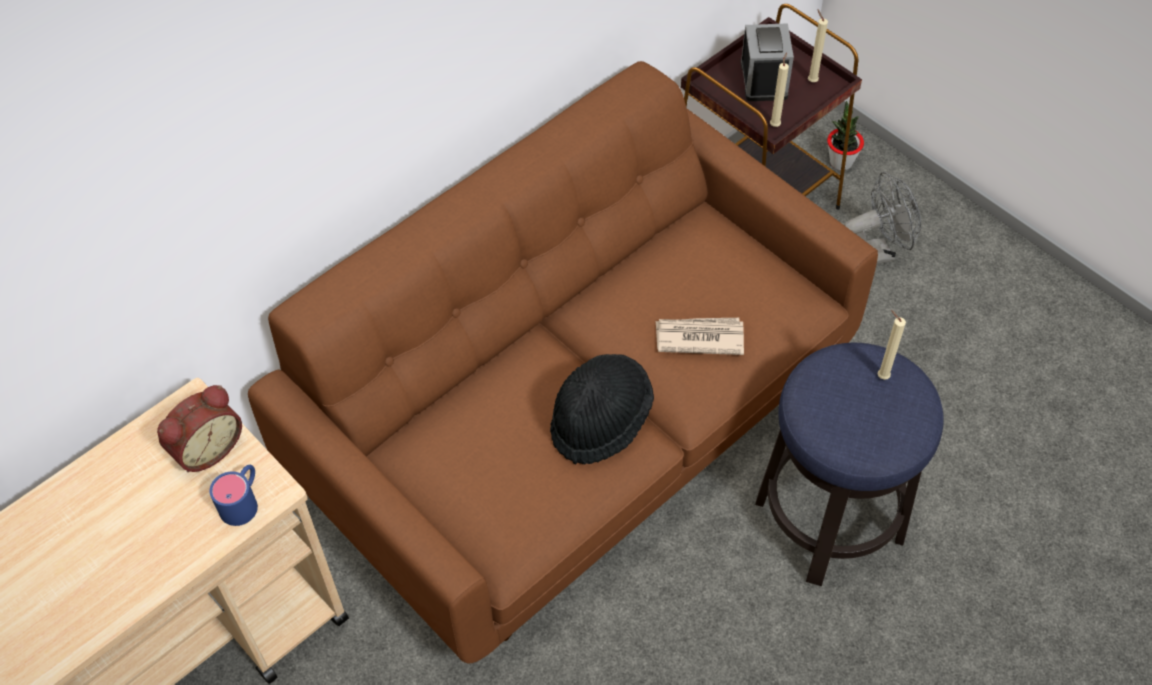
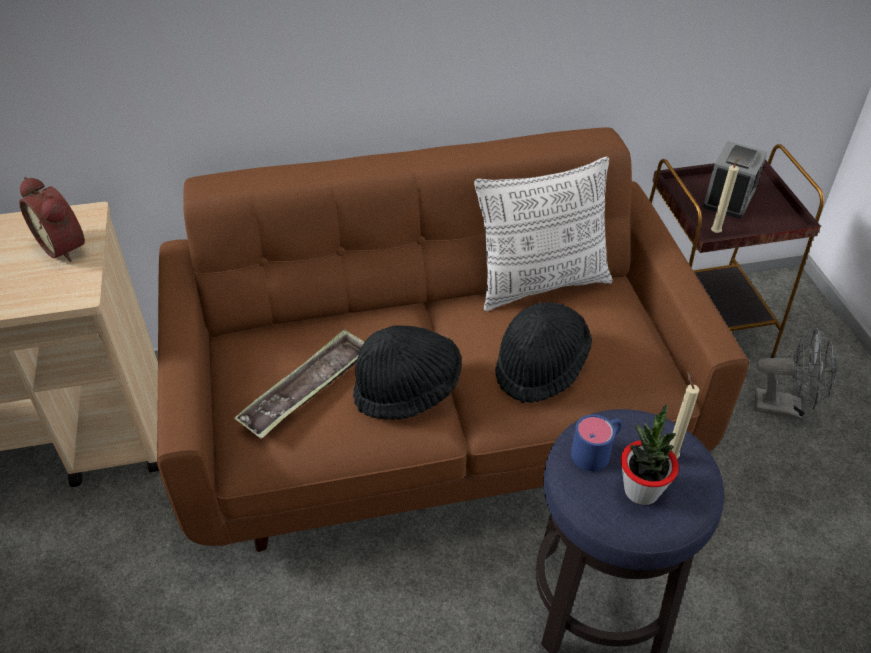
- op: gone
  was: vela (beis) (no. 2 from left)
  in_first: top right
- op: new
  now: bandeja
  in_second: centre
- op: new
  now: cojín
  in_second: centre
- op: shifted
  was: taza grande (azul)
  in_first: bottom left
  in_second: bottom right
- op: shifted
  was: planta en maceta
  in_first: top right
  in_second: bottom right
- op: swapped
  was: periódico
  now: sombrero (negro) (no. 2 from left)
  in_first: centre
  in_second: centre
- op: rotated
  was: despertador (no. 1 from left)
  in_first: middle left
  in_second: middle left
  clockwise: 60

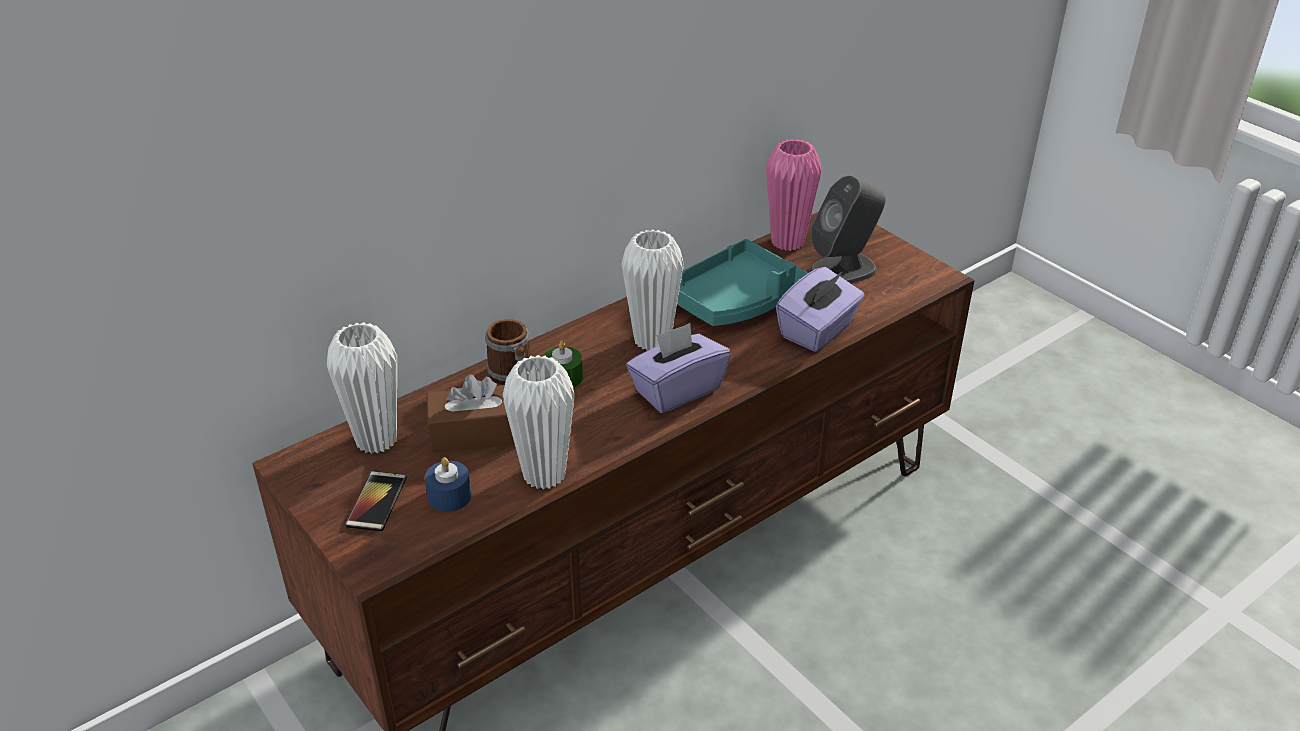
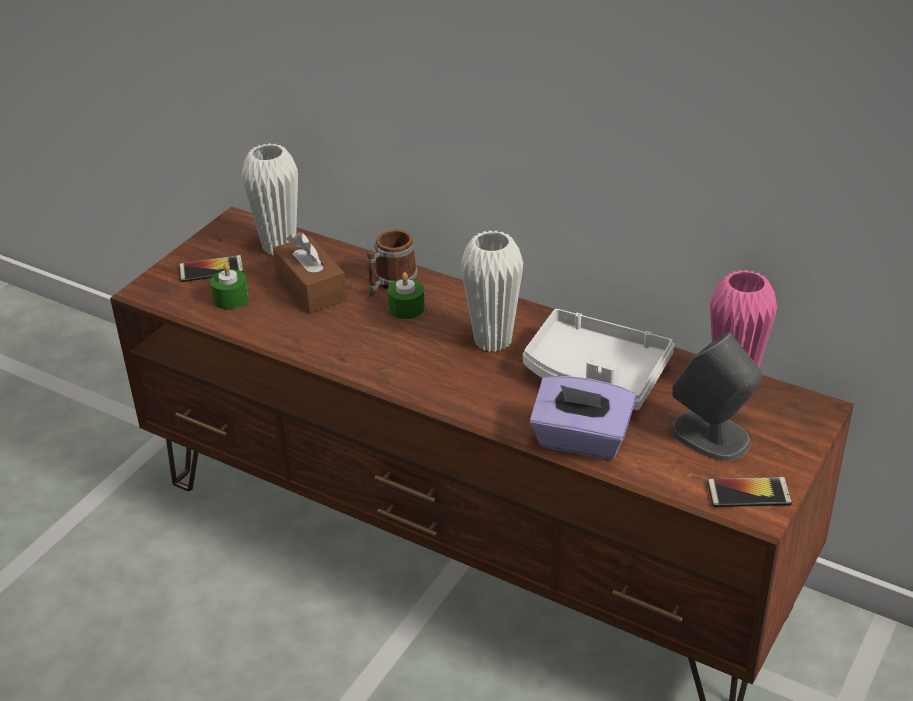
- op: gone
  was: florero (blanco) (no. 2 from left)
  in_first: centre
- op: gone
  was: caja de pañuelos (morado) (no. 1 from left)
  in_first: centre
- op: new
  now: móvil (no. 2 from left)
  in_second: bottom right
- op: repainted
  was: vela (azul)
  now: vela (verde) (no. 1 from left)
  in_first: centre
  in_second: middle left
- op: repainted
  was: bandeja (turquesa)
  now: bandeja (blanco)
  in_first: centre
  in_second: centre

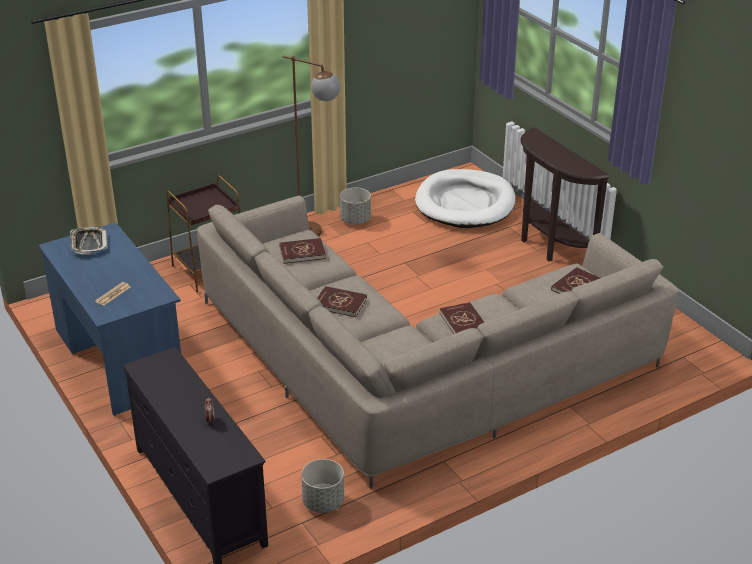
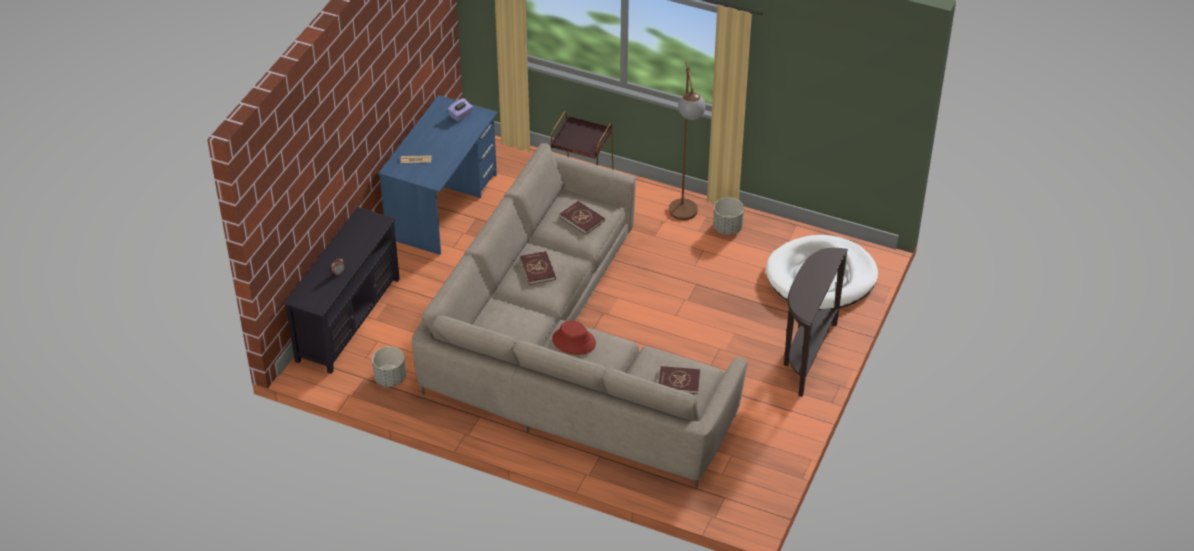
- op: swapped
  was: bandeja
  now: caja de pañuelos (morado)
  in_first: middle left
  in_second: top centre
- op: swapped
  was: libro (rojo) (no. 3 from left)
  now: sombrero (rojo)
  in_first: centre
  in_second: centre

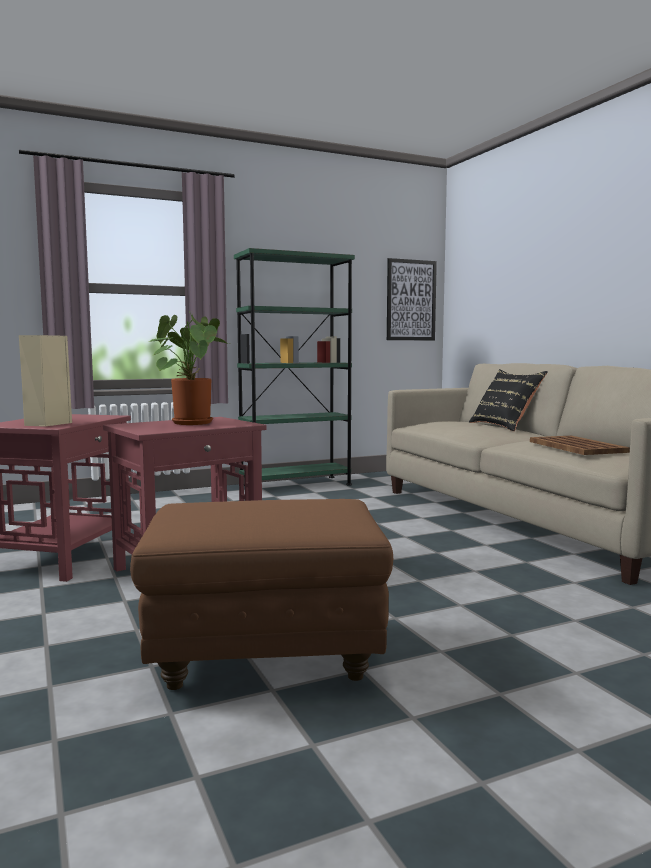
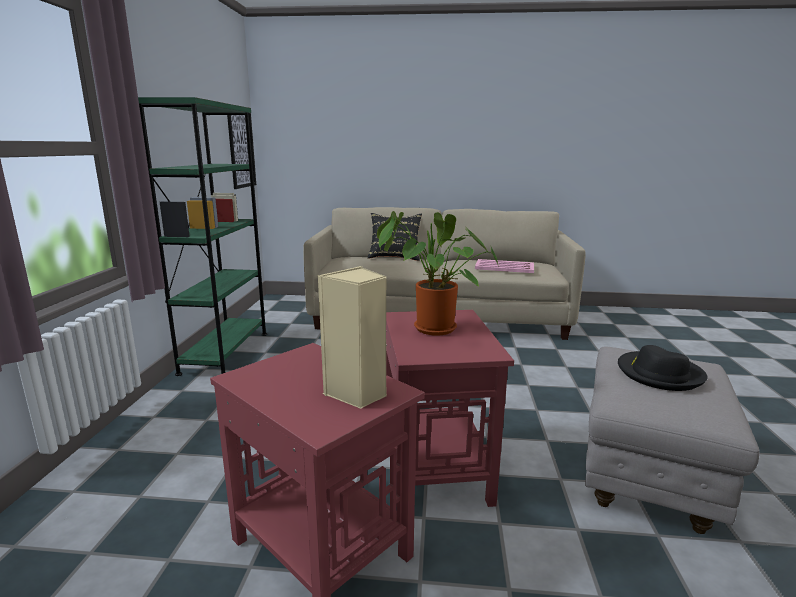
- op: new
  now: sombrero (negro)
  in_second: middle right
- op: repainted
  was: puf (marrón)
  now: puf (gris)
  in_first: bottom centre
  in_second: bottom right
- op: repainted
  was: bandeja (marrón)
  now: bandeja (rosa)
  in_first: middle right
  in_second: centre

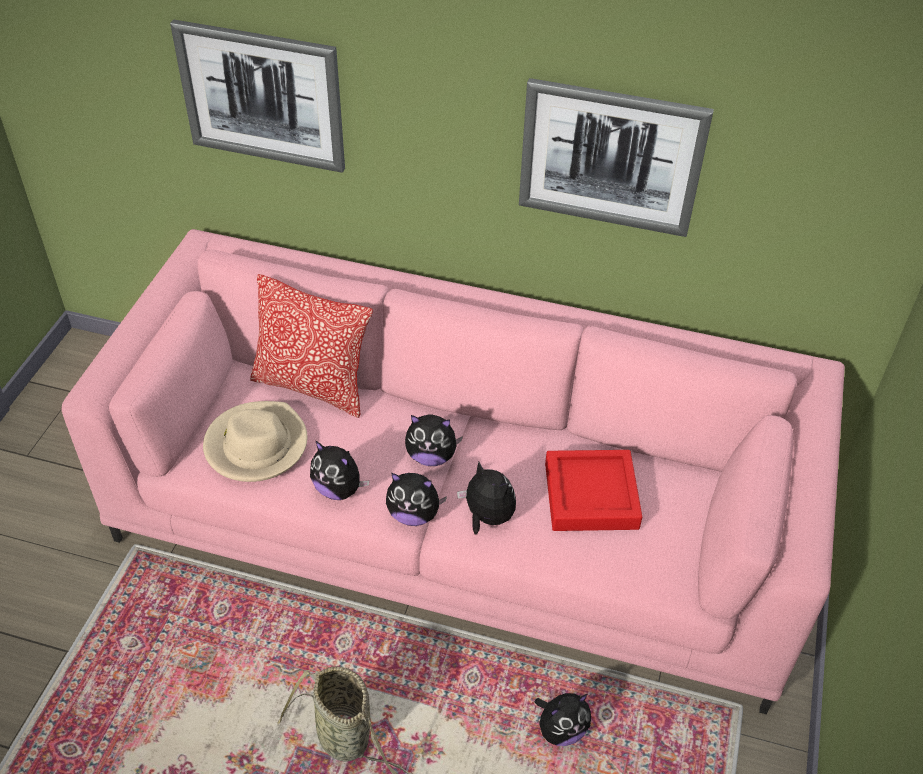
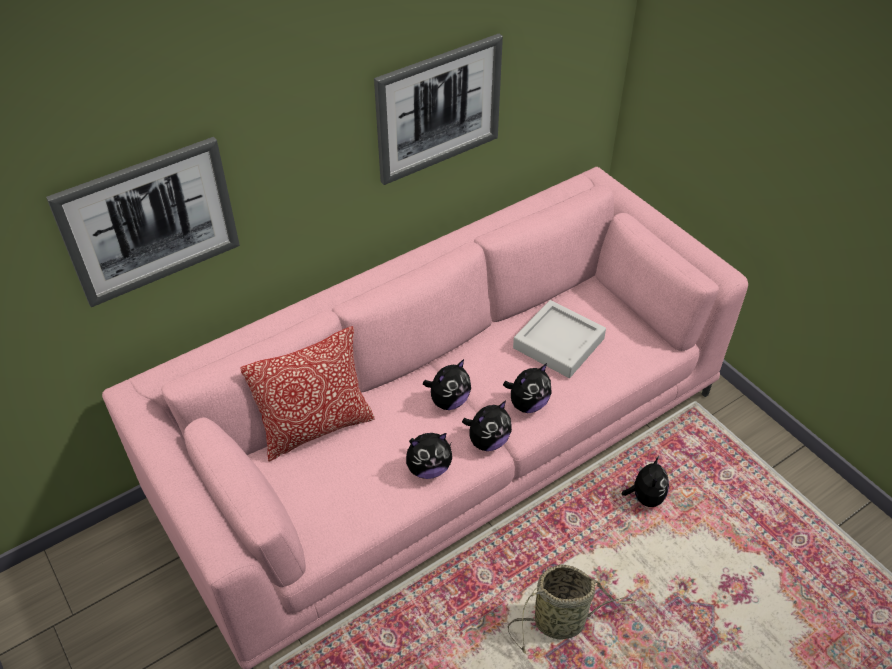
- op: gone
  was: sombrero (beis)
  in_first: middle left
- op: repainted
  was: bandeja (rojo)
  now: bandeja (gris)
  in_first: centre
  in_second: centre
- op: rotated
  was: peluche (no. 4 from left)
  in_first: centre
  in_second: centre
  clockwise: 150

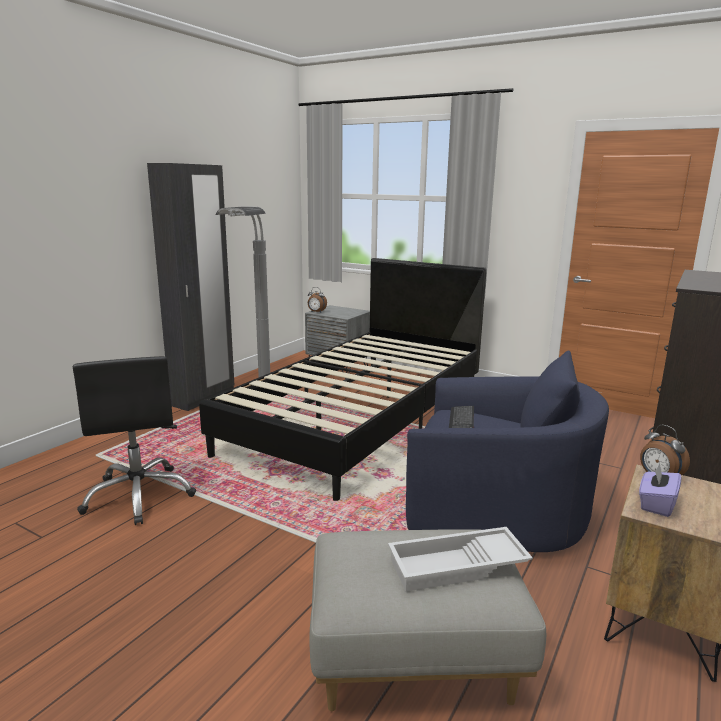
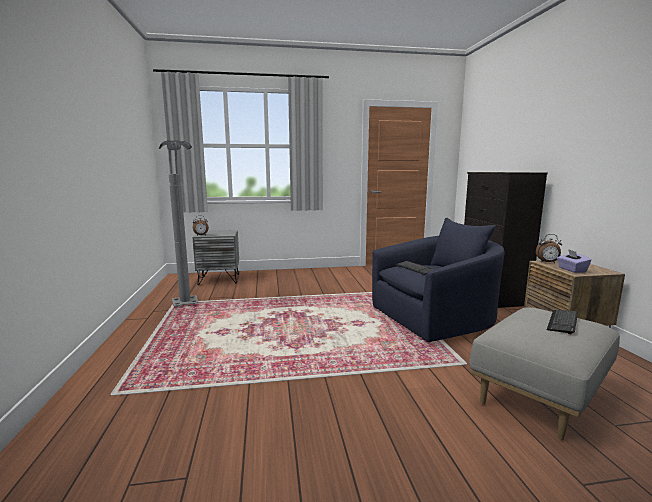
- op: gone
  was: silla de oficina (negro)
  in_first: middle left
- op: gone
  was: armario ropero (negro)
  in_first: middle left
- op: gone
  was: cama (negro)
  in_first: centre
- op: swapped
  was: bandeja (blanco)
  now: teclado (no. 2 from left)
  in_first: bottom centre
  in_second: middle right

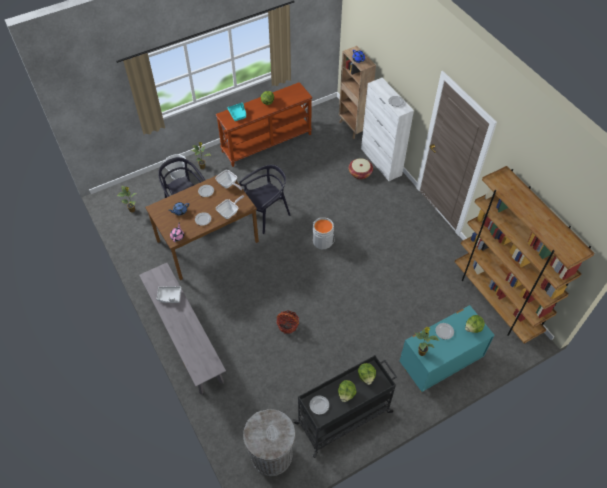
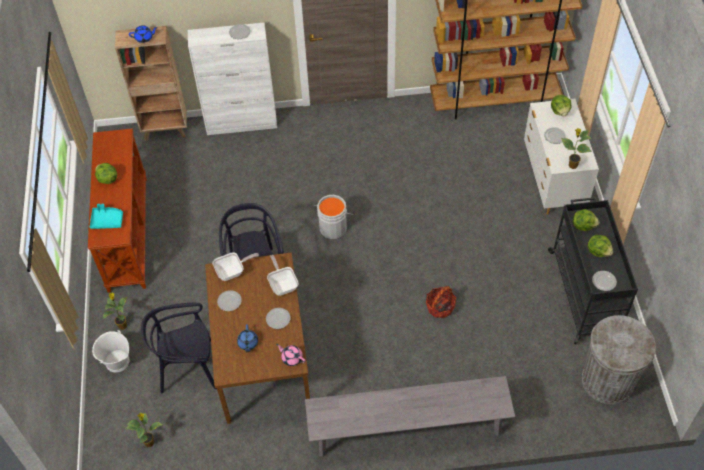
- op: gone
  was: bandeja (gris)
  in_first: middle left
- op: gone
  was: cesta (no. 2 from left)
  in_first: centre
- op: repainted
  was: cómoda (turquesa)
  now: cómoda (blanco)
  in_first: bottom right
  in_second: middle right

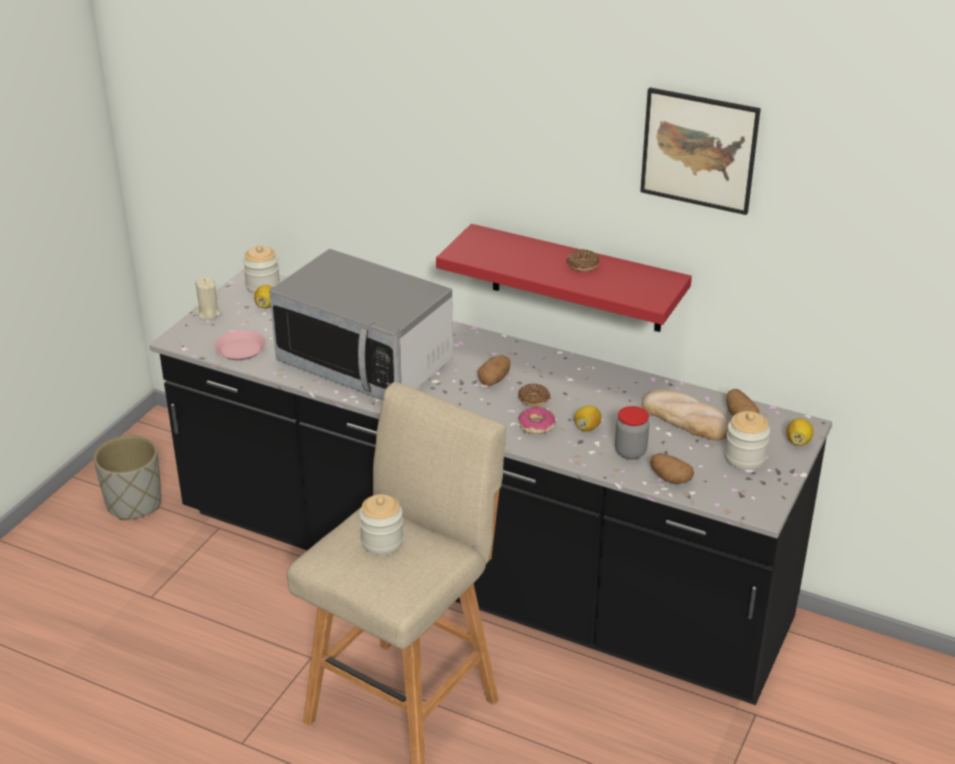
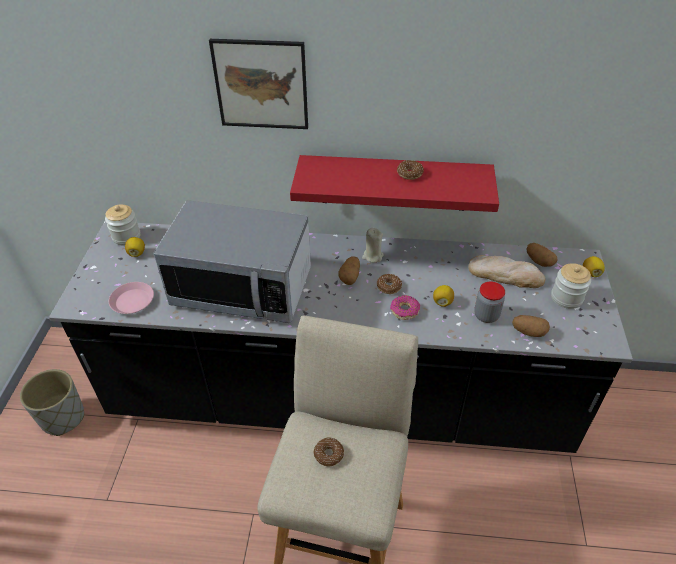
- op: shifted
  was: vela (beis)
  in_first: middle left
  in_second: centre
- op: shifted
  was: cuadro
  in_first: top right
  in_second: top centre
- op: swapped
  was: tarro (no. 2 from left)
  now: rosquilla (no. 1 from left)
  in_first: bottom centre
  in_second: bottom centre

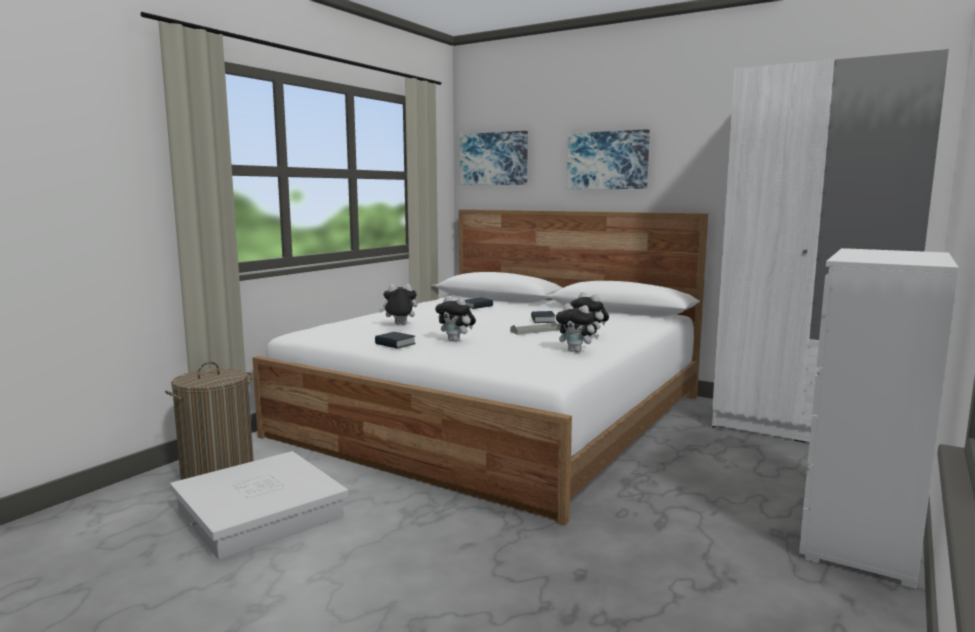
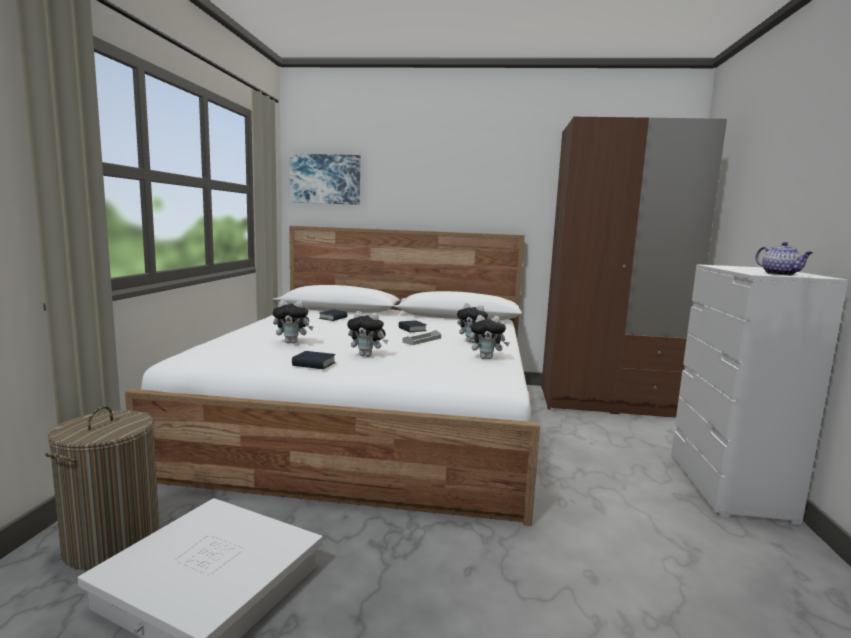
- op: gone
  was: cuadro (no. 2 from left)
  in_first: top centre
- op: new
  now: tetera
  in_second: middle right
- op: repainted
  was: armario ropero (blanco)
  now: armario ropero (marrón)
  in_first: middle right
  in_second: middle right
- op: rotated
  was: peluche (no. 1 from left)
  in_first: centre
  in_second: centre
  clockwise: -150

